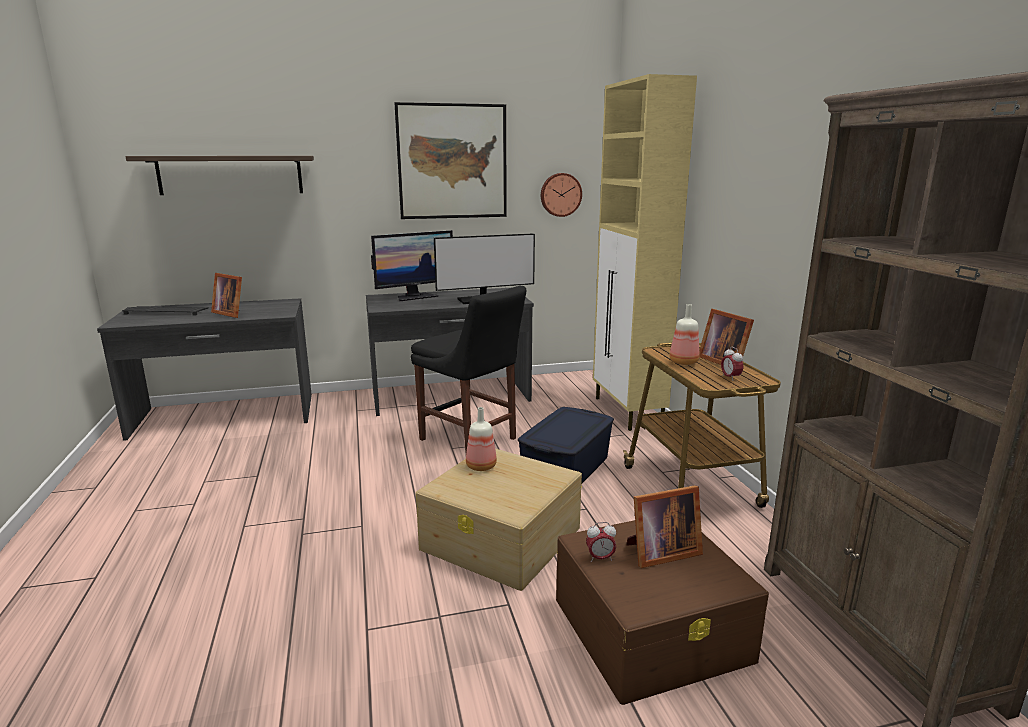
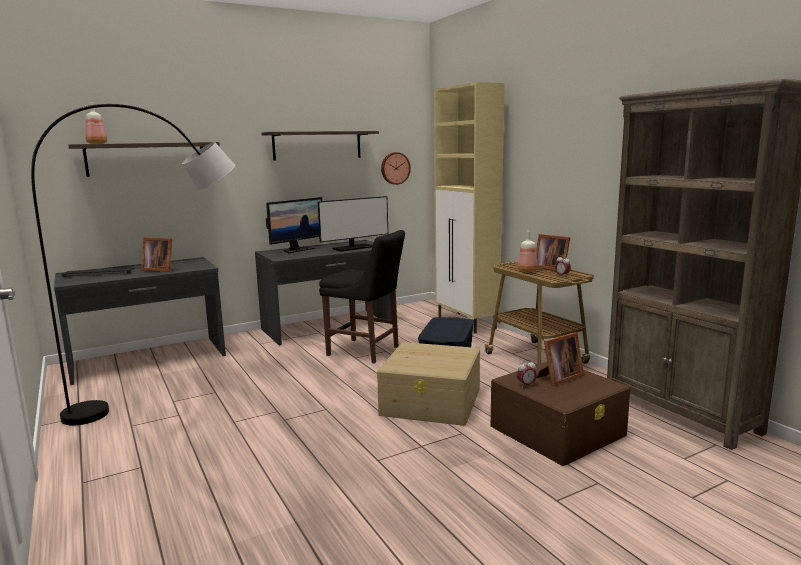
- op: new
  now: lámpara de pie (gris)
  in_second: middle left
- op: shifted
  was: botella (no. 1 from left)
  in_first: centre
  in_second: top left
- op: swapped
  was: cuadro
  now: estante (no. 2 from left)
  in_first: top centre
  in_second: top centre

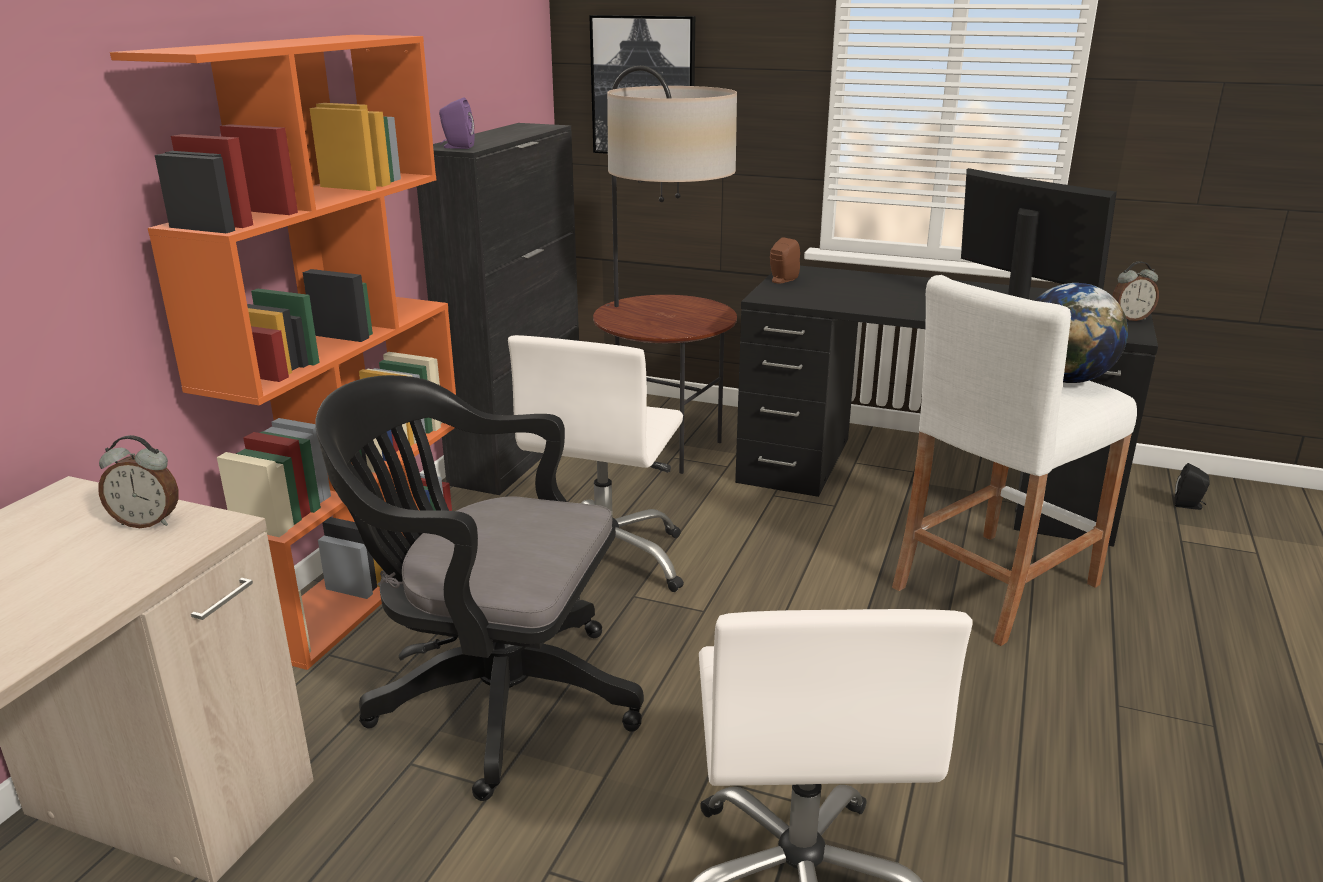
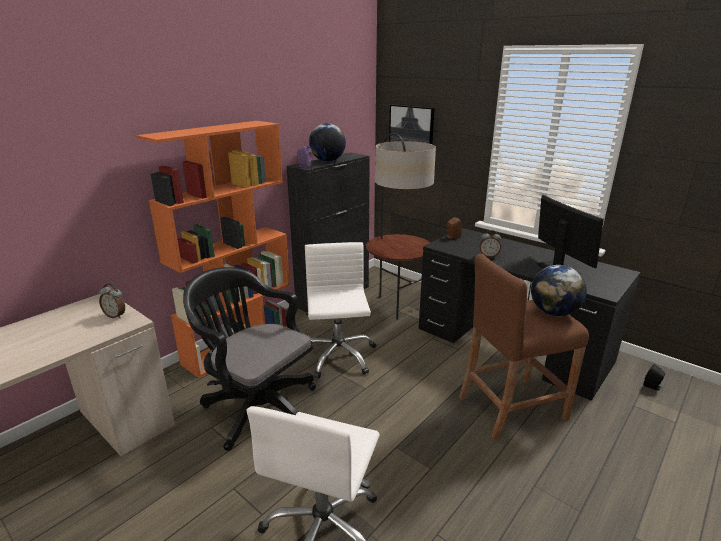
- op: new
  now: globo terráqueo (no. 1 from left)
  in_second: top centre
- op: shifted
  was: despertador (no. 2 from left)
  in_first: top right
  in_second: middle right
- op: repainted
  was: taburete (blanco)
  now: taburete (marrón)
  in_first: middle right
  in_second: middle right
- op: rotated
  was: silla de oficina (blanco) (no. 1 from left in the first image)
  in_first: centre
  in_second: centre
  clockwise: 135

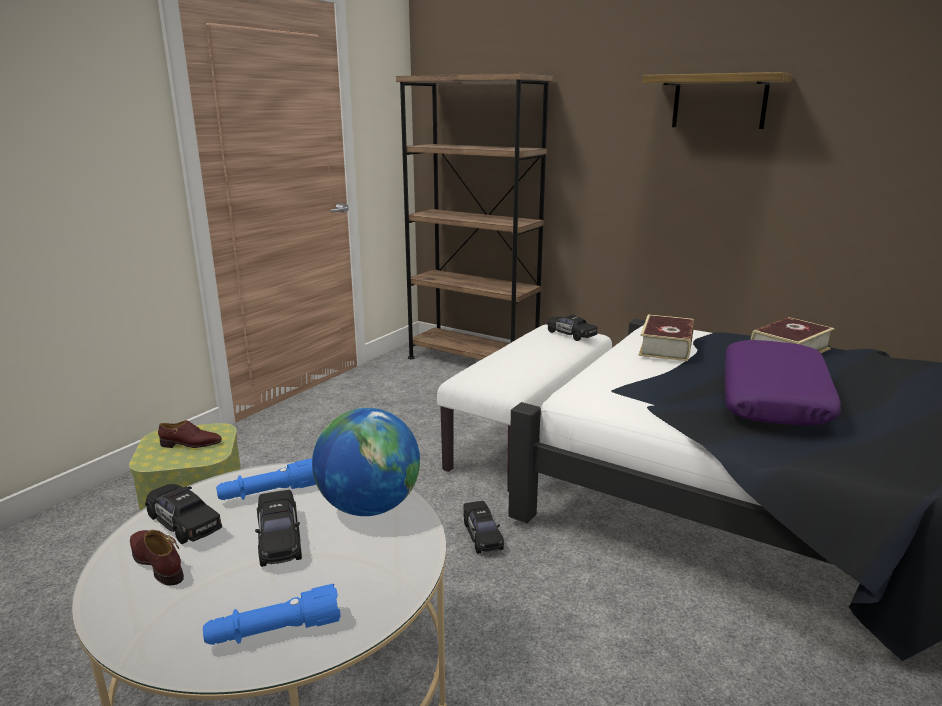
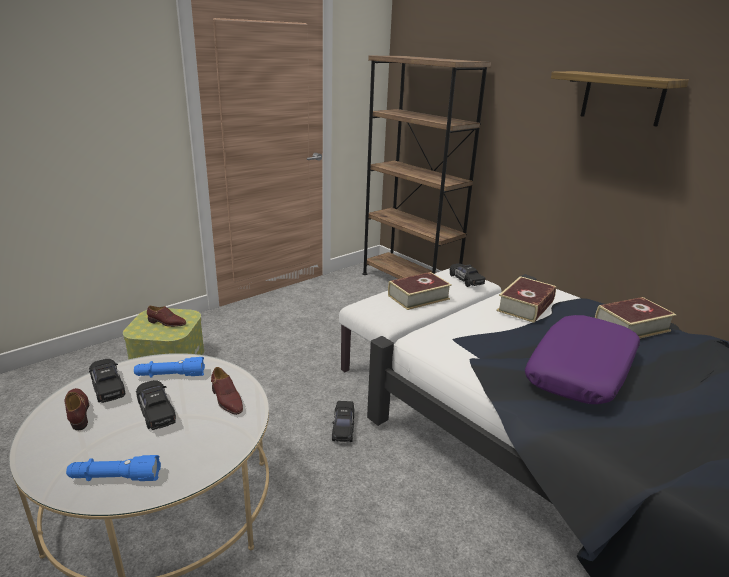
- op: new
  now: libro (no. 1 from left)
  in_second: centre
- op: swapped
  was: globo terráqueo
  now: zapato (marrón) (no. 3 from left)
  in_first: centre
  in_second: bottom left
- op: rotated
  was: coche de juguete (negro) (no. 2 from left)
  in_first: bottom left
  in_second: bottom left
  clockwise: 150

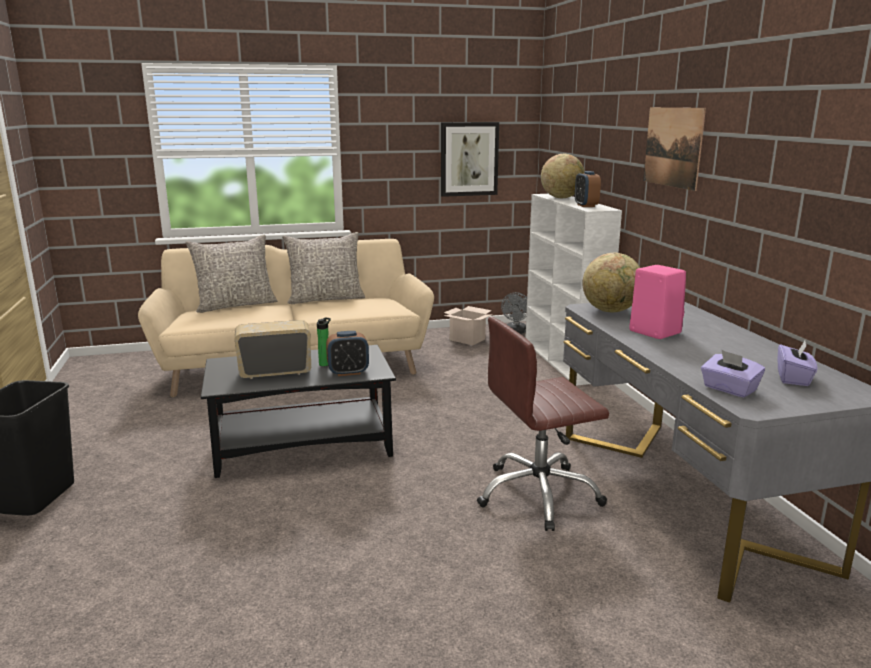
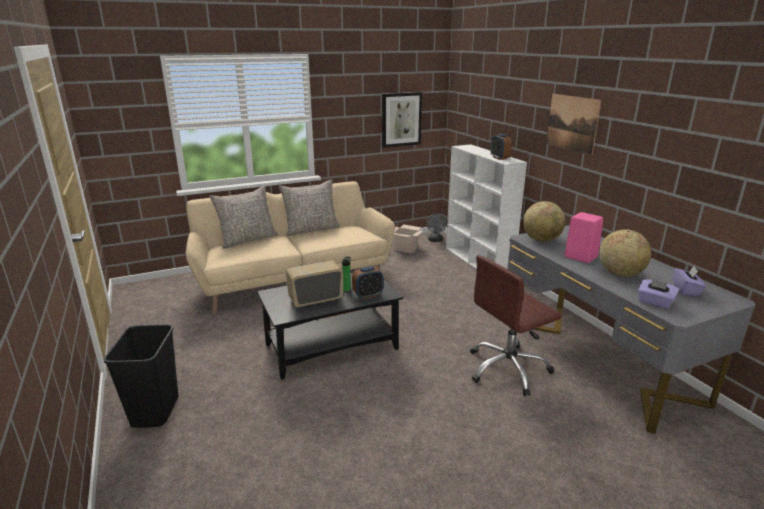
- op: shifted
  was: globo terráqueo (no. 1 from left in the first image)
  now: globo terráqueo (no. 2 from left)
  in_first: top centre
  in_second: middle right

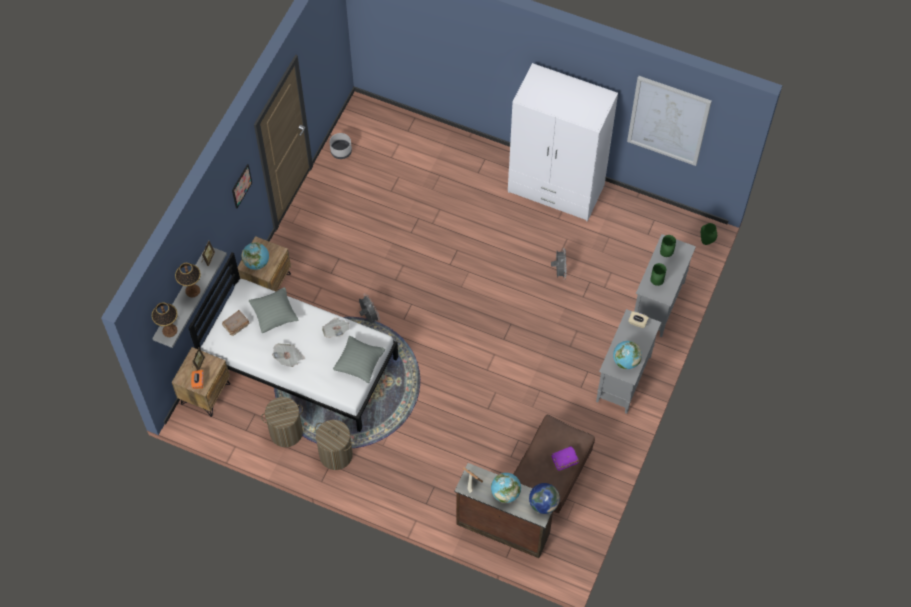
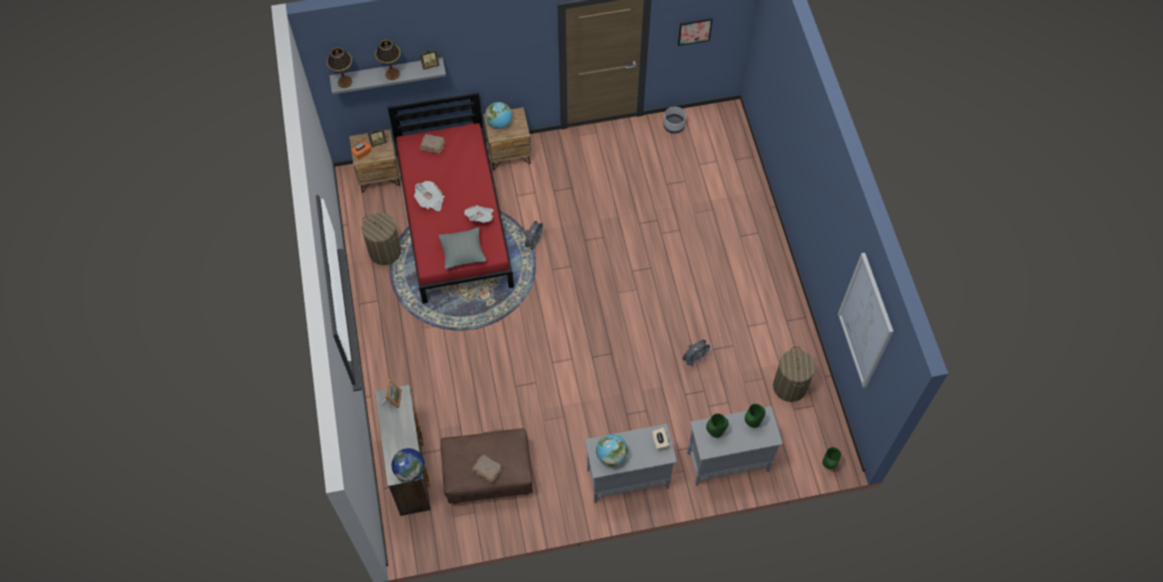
- op: gone
  was: cojín (gris) (no. 1 from left)
  in_first: middle left
- op: gone
  was: globo terráqueo (no. 2 from left)
  in_first: bottom centre
- op: gone
  was: armario ropero (blanco)
  in_first: top centre
- op: shifted
  was: cuadro (no. 1 from left)
  in_first: top left
  in_second: top centre
- op: shifted
  was: cesto de la ropa (no. 2 from left)
  in_first: bottom centre
  in_second: middle right
- op: repainted
  was: cama (blanco)
  now: cama (rojo)
  in_first: middle left
  in_second: centre
- op: repainted
  was: libro (morado)
  now: libro (marrón) (no. 2 from left)
  in_first: bottom centre
  in_second: bottom centre

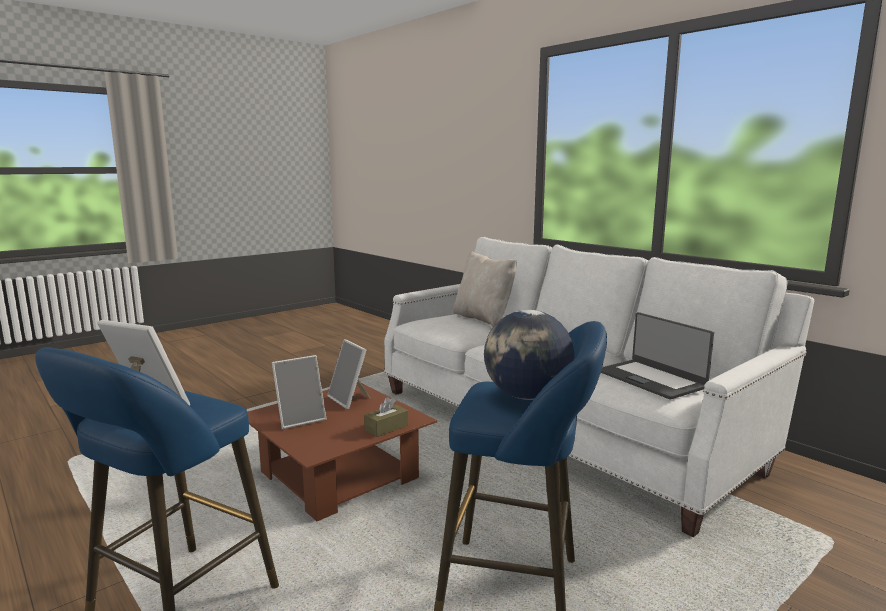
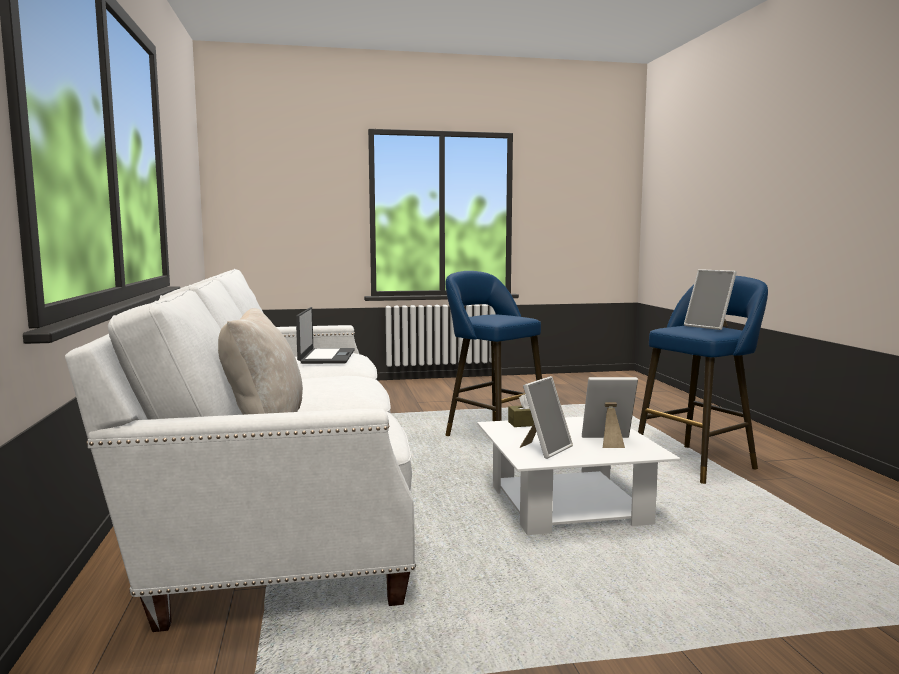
- op: gone
  was: globo terráqueo
  in_first: centre
- op: repainted
  was: mesa de centro (marrón)
  now: mesa de centro (blanco)
  in_first: bottom centre
  in_second: bottom centre
- op: rotated
  was: portarretratos (no. 3 from left in the first image)
  in_first: centre
  in_second: centre
  clockwise: 45

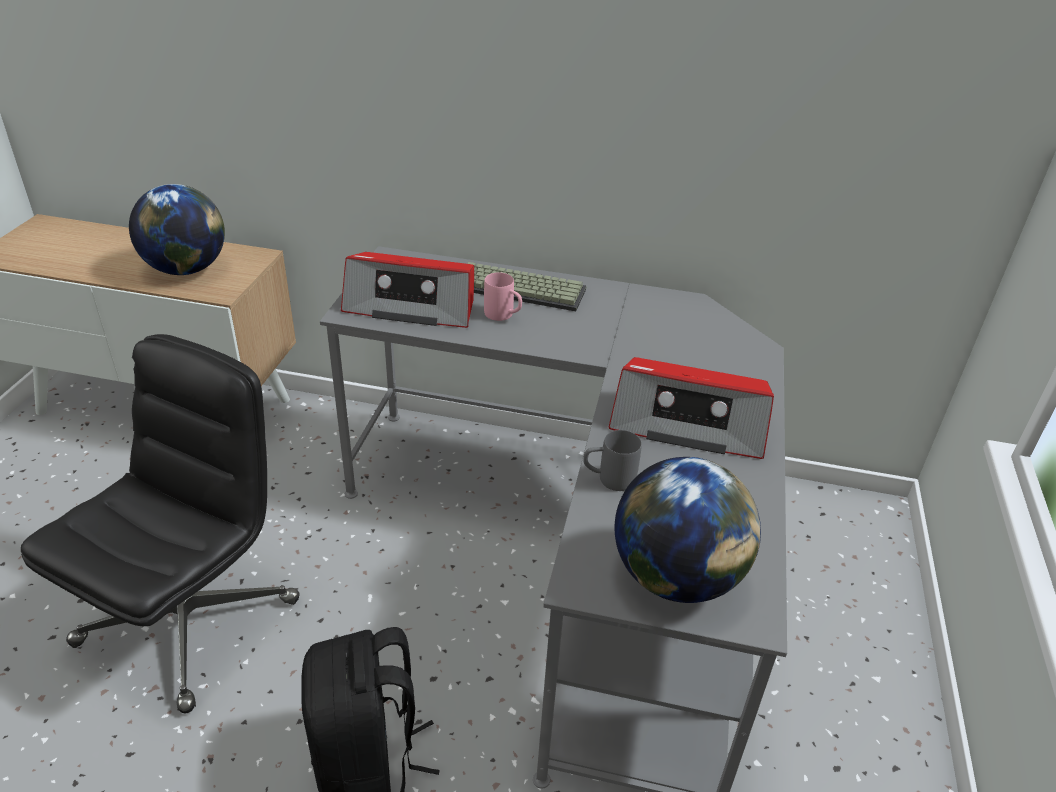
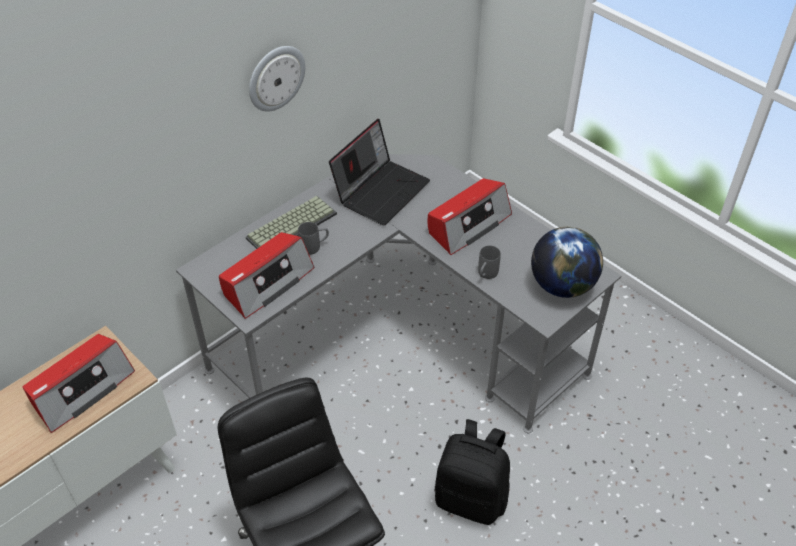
- op: new
  now: reloj de pared
  in_second: top centre
- op: new
  now: portátil
  in_second: top centre
- op: swapped
  was: globo terráqueo (no. 1 from left)
  now: radio (no. 1 from left)
  in_first: top left
  in_second: bottom left
- op: repainted
  was: taza grande (rosa)
  now: taza grande (gris) (no. 1 from left)
  in_first: centre
  in_second: centre

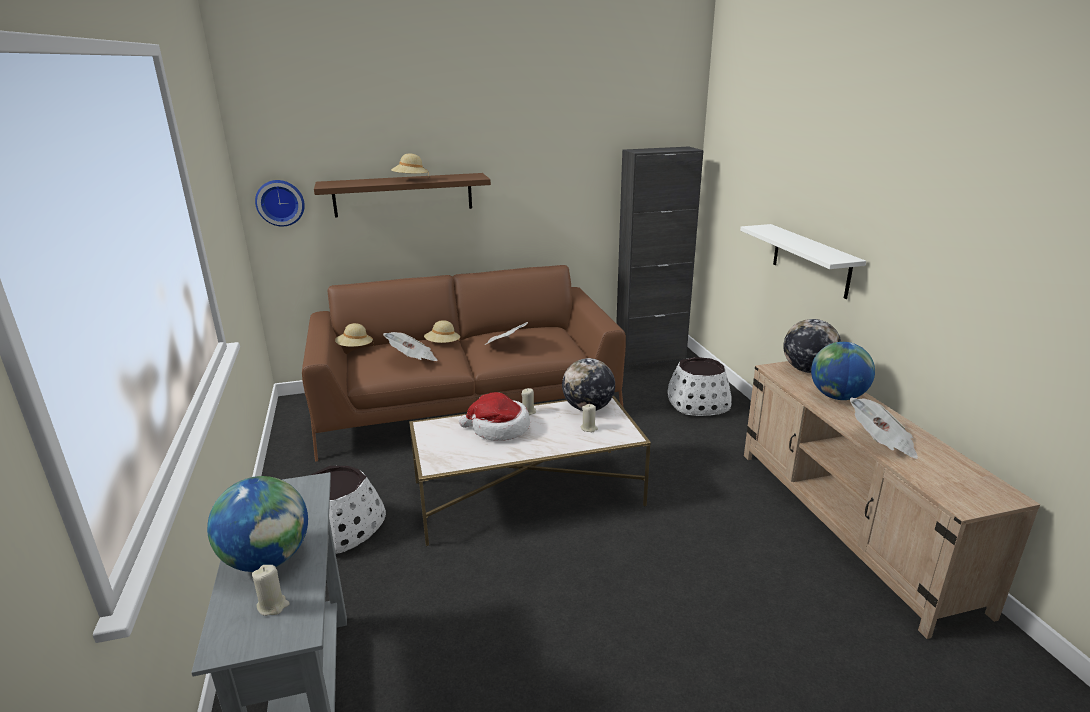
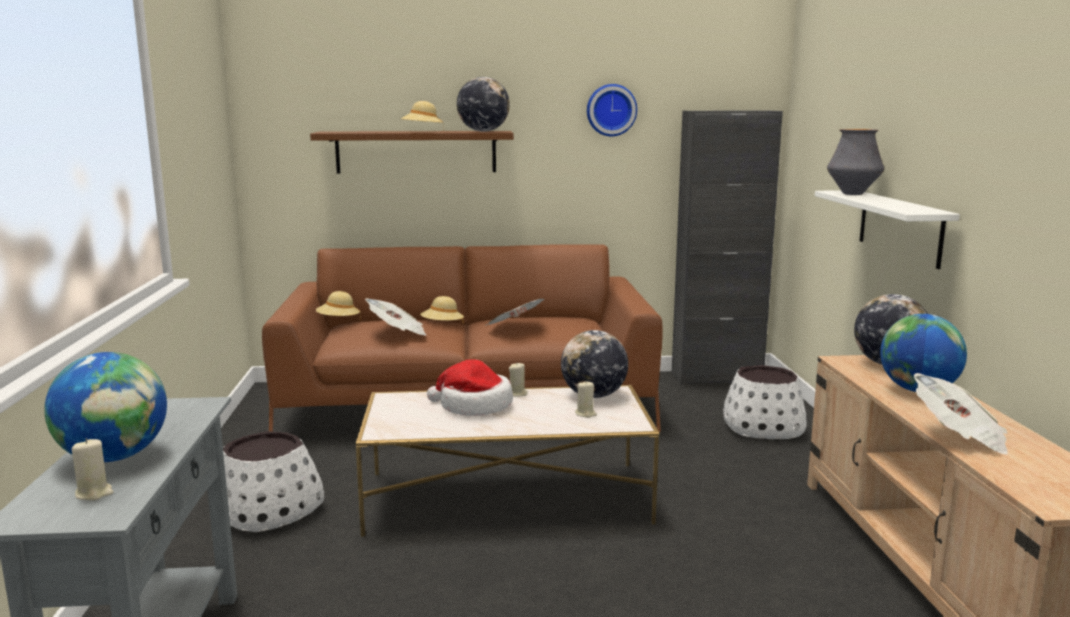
- op: new
  now: globo terráqueo (no. 2 from left)
  in_second: top centre
- op: new
  now: florero
  in_second: top right
- op: shifted
  was: reloj de pared
  in_first: top left
  in_second: top centre

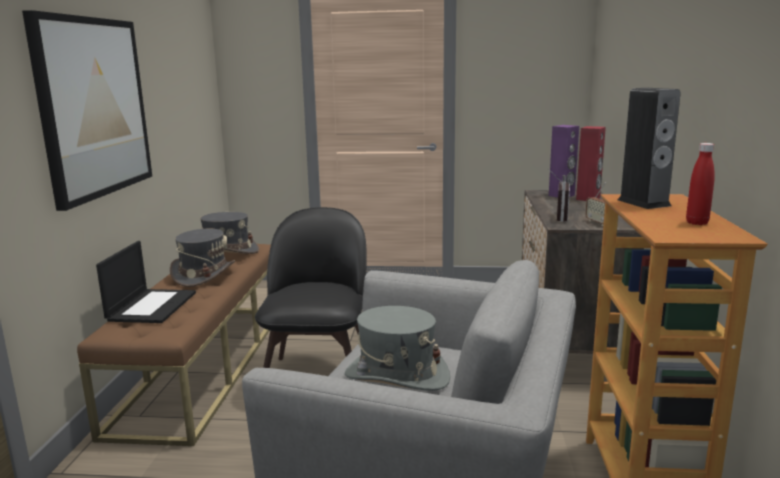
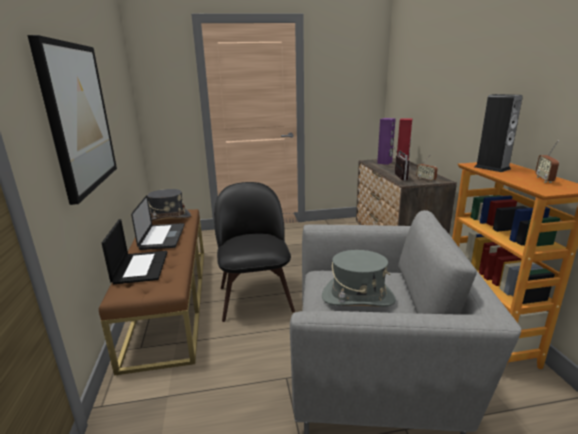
- op: swapped
  was: sombrero (gris) (no. 1 from left)
  now: portátil (no. 2 from left)
  in_first: middle left
  in_second: middle left
- op: swapped
  was: botella (rojo)
  now: radio (no. 3 from left)
  in_first: middle right
  in_second: middle right

